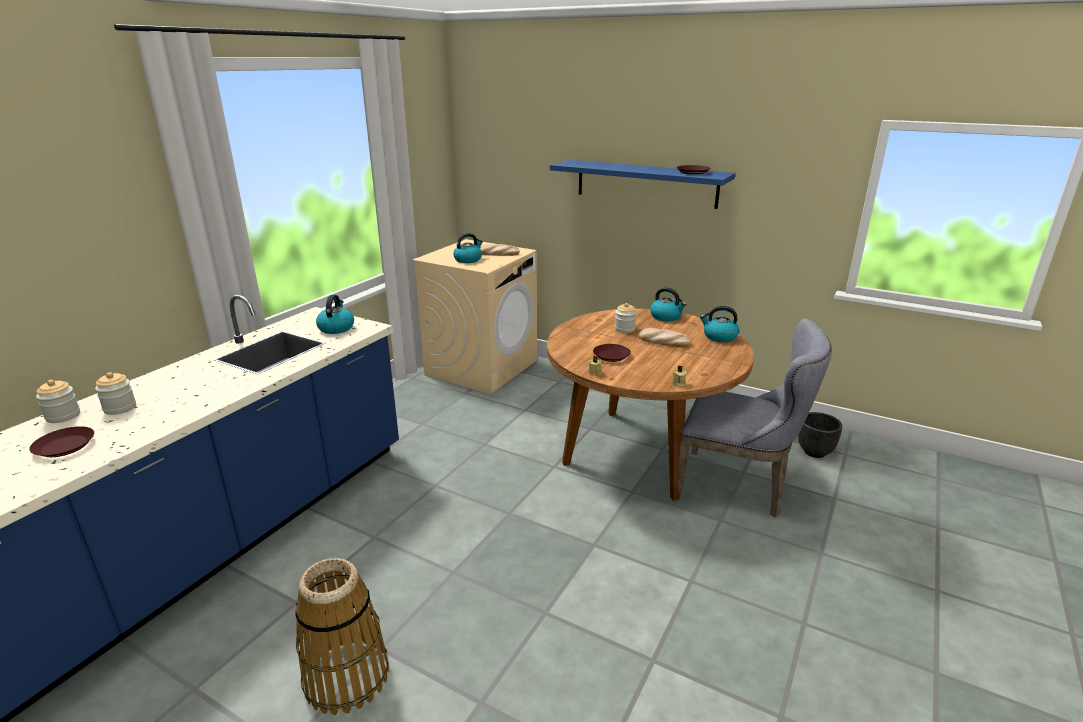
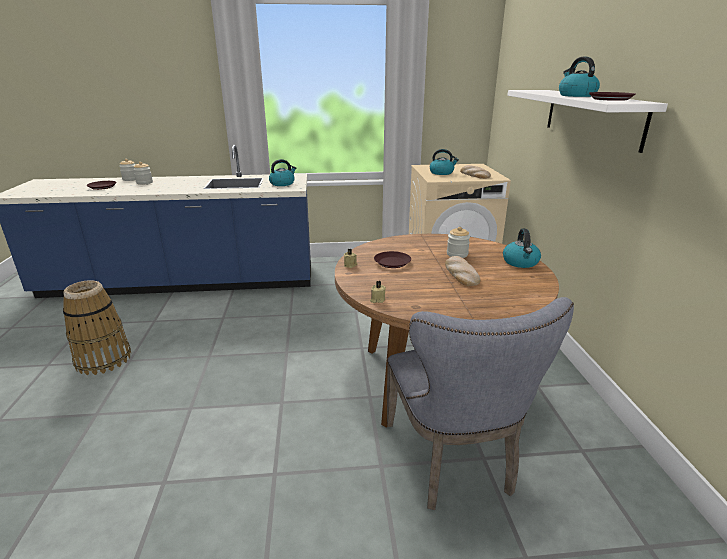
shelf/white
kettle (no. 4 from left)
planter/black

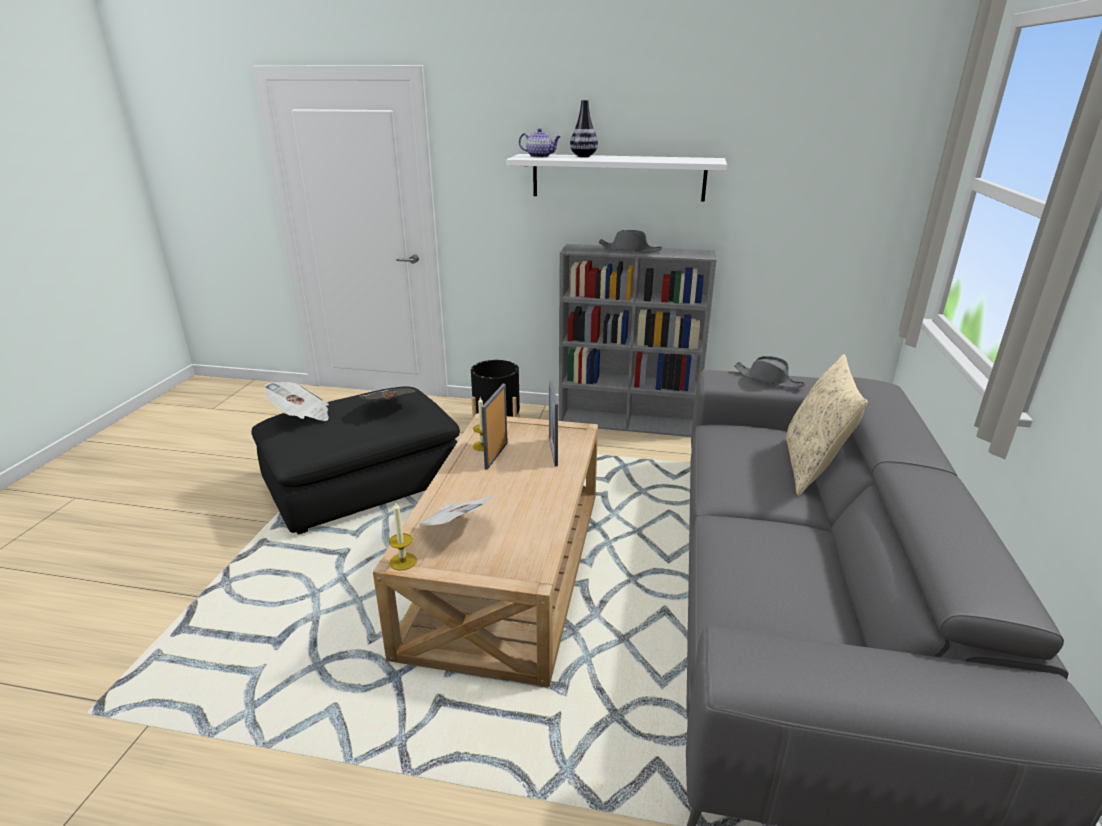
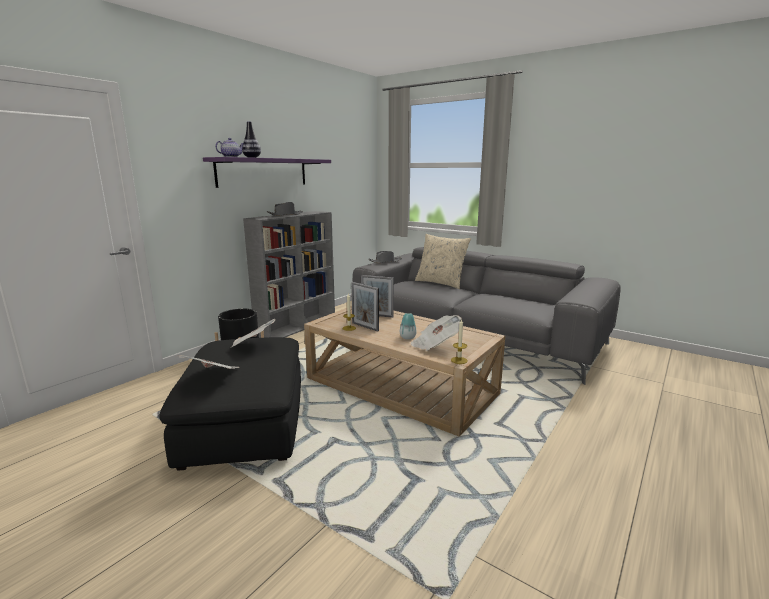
shelf/purple
vase (no. 2 from left)

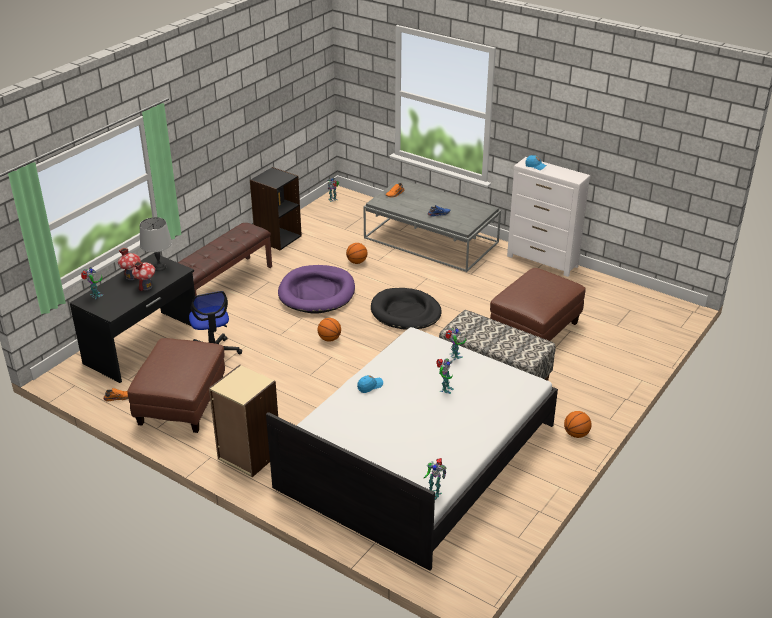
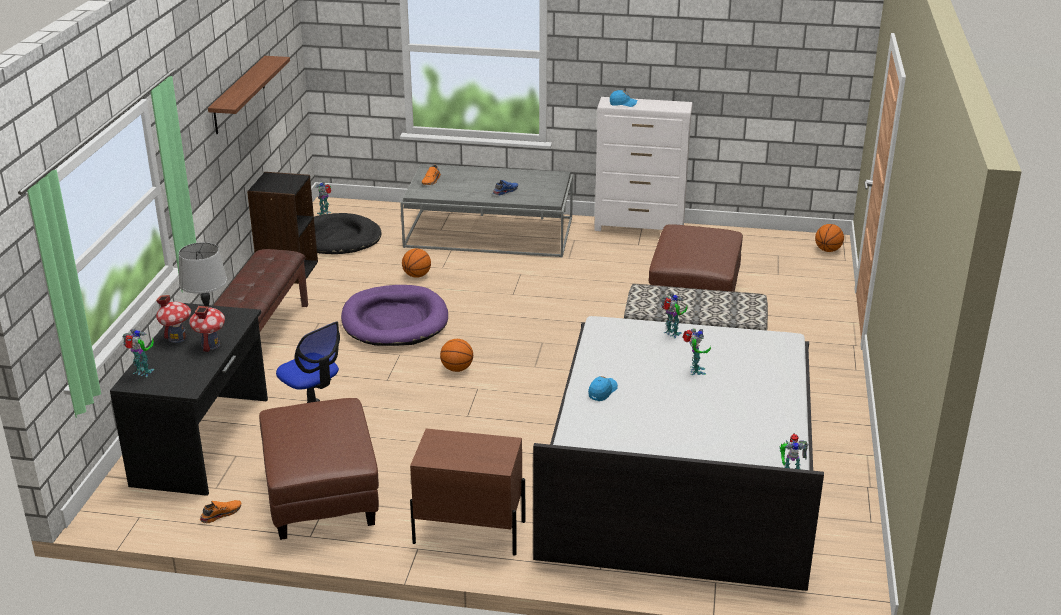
nightstand/brown
dog bed/black
basketball (no. 3 from left)
shelf

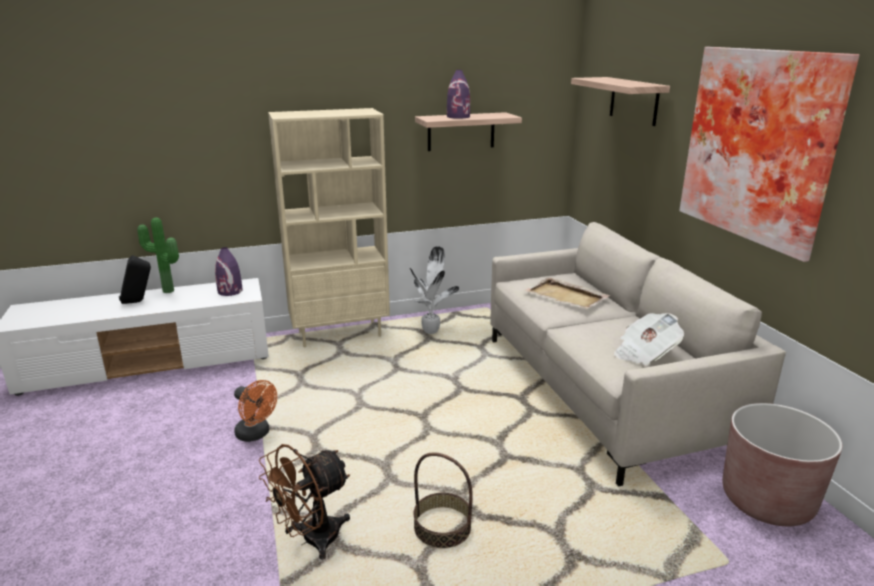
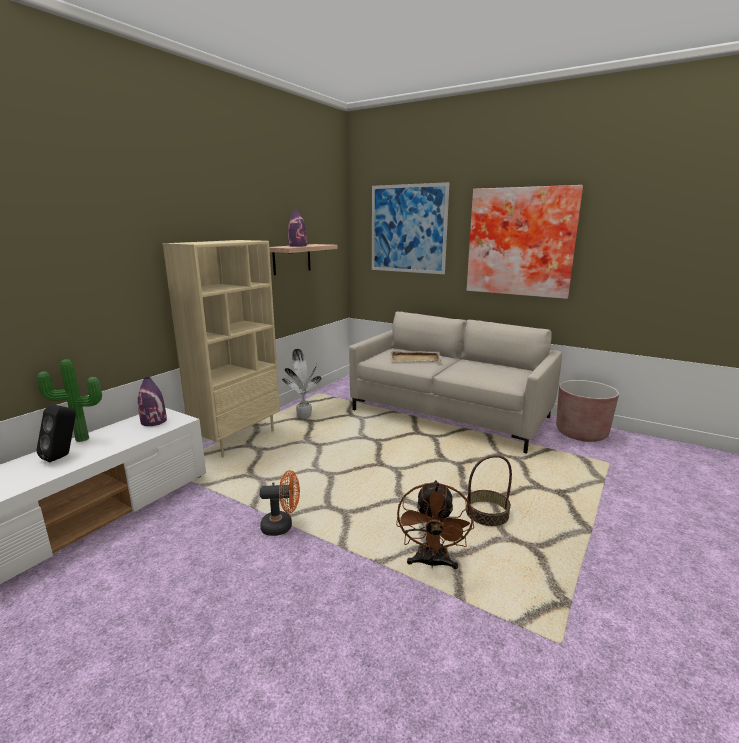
picture (no. 1 from left)
newspaper

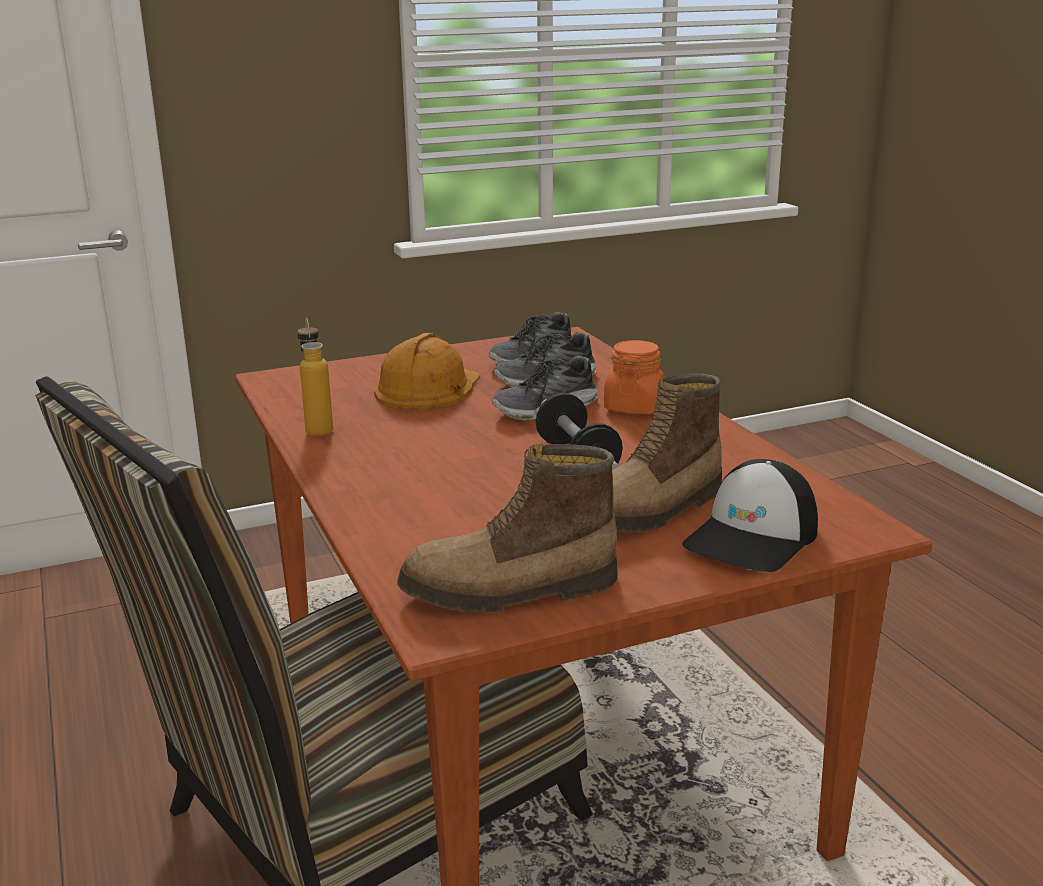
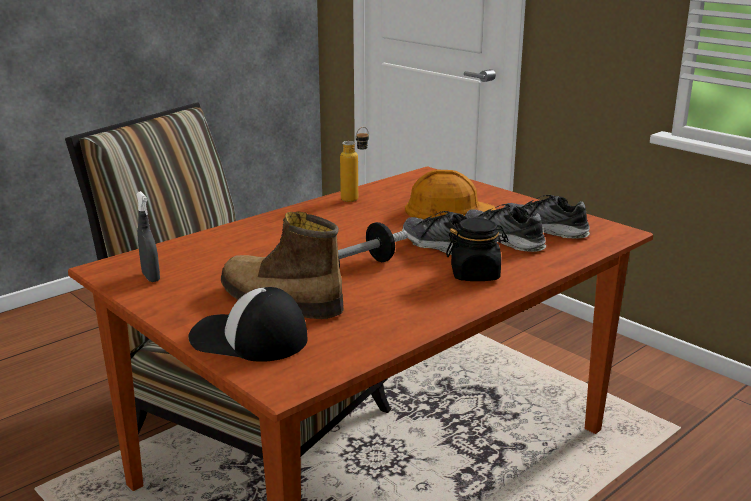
spray bottle/grey
jar/black

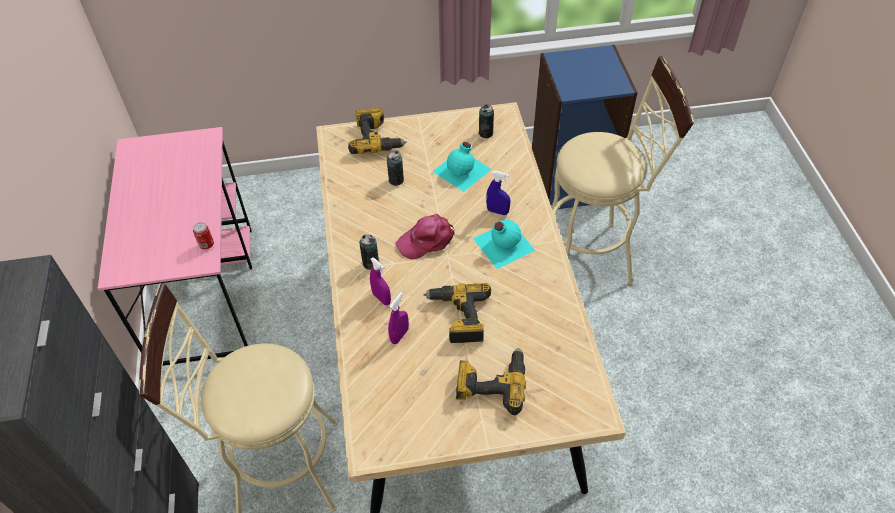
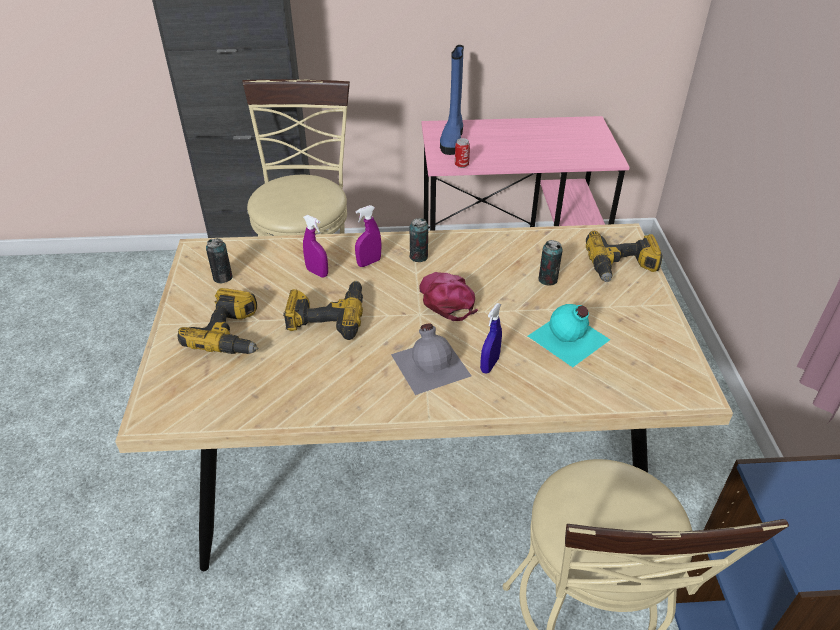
bottle/grey
can (no. 1 from left)
boot/blue

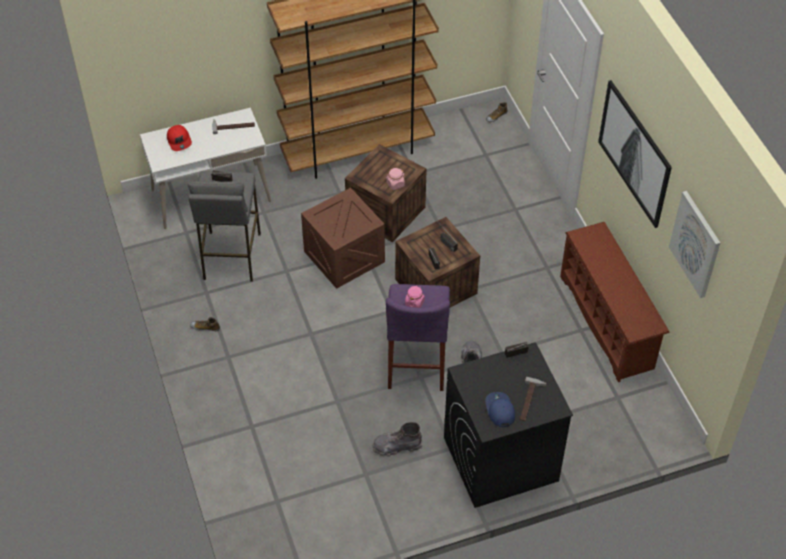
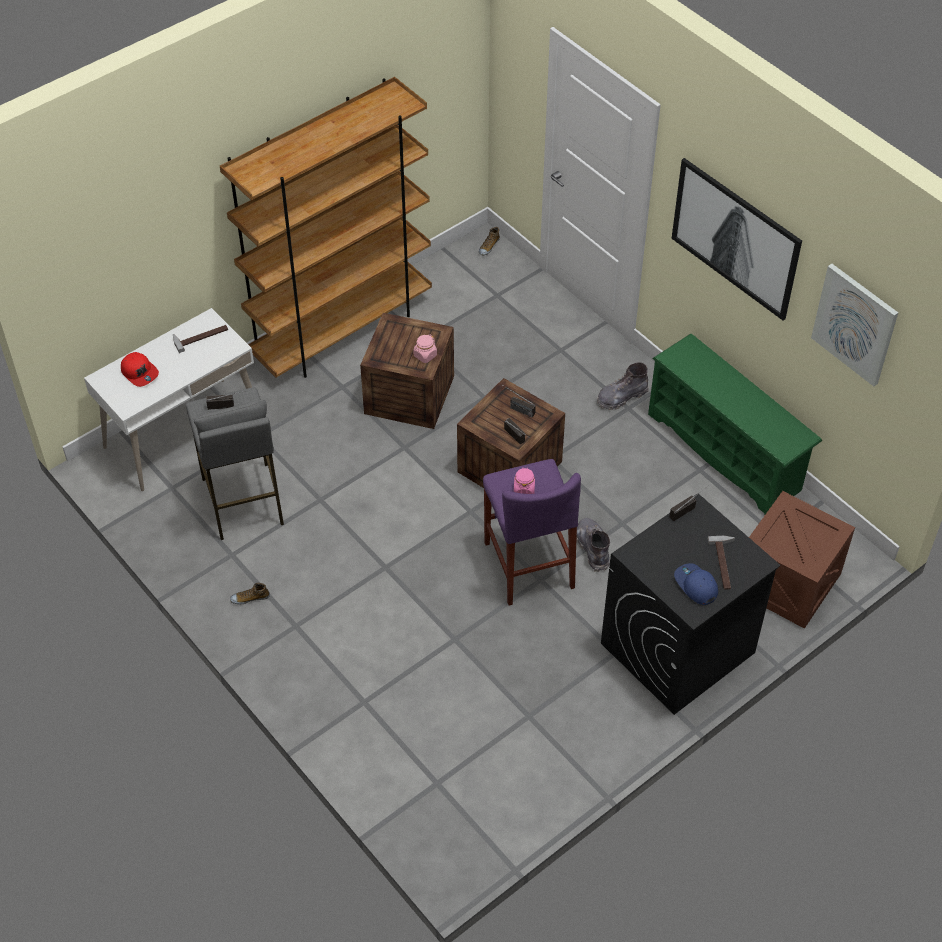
crate (no. 3 from left)
boot/grey (no. 2 from left)
shoe rack/green

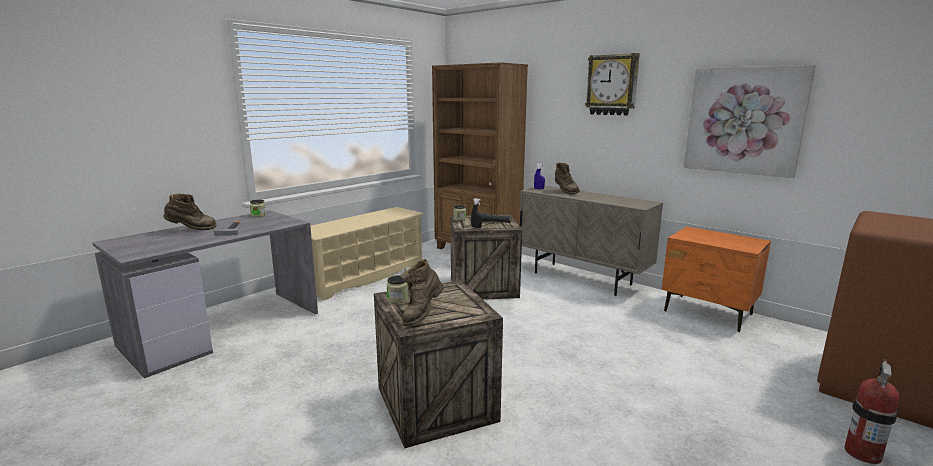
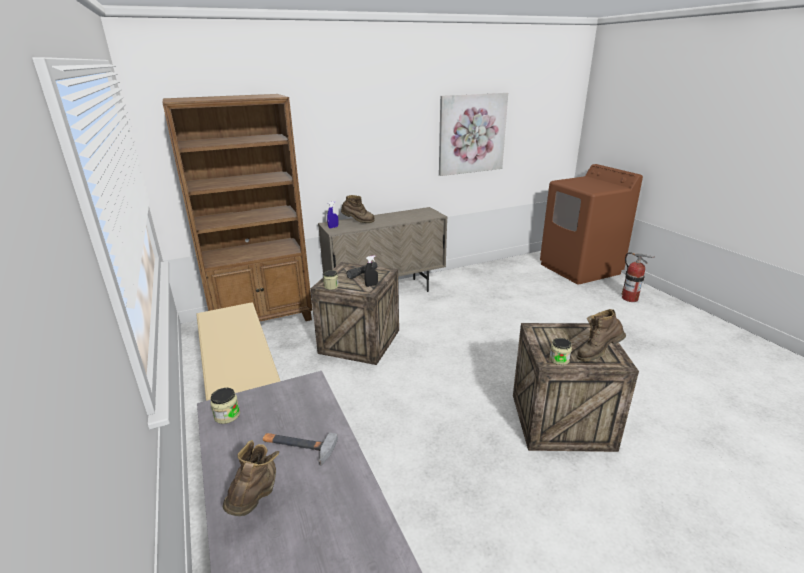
boot/brown (no. 3 from left)
wall clock
nightstand/orange

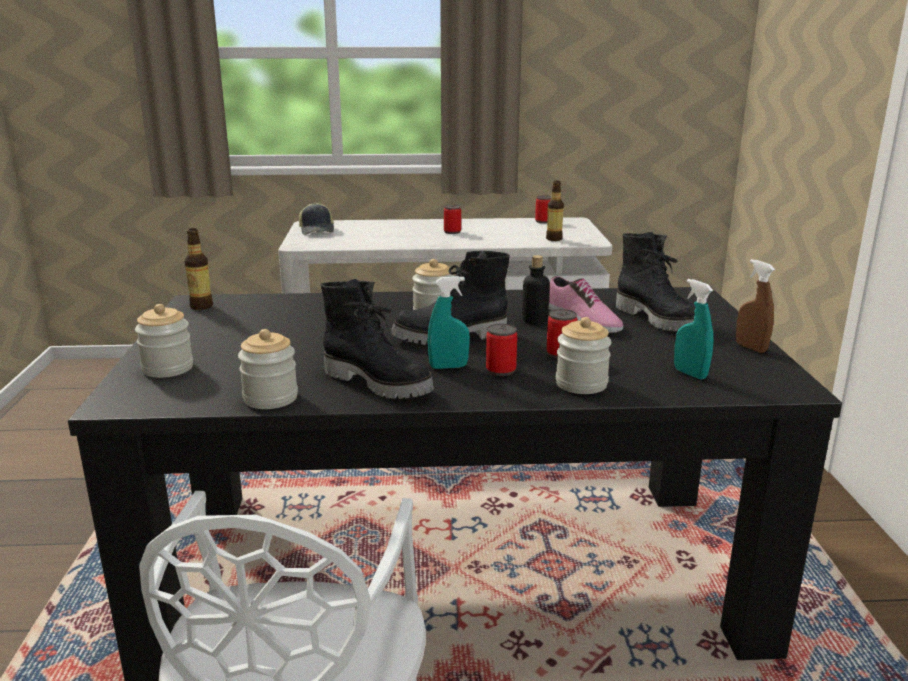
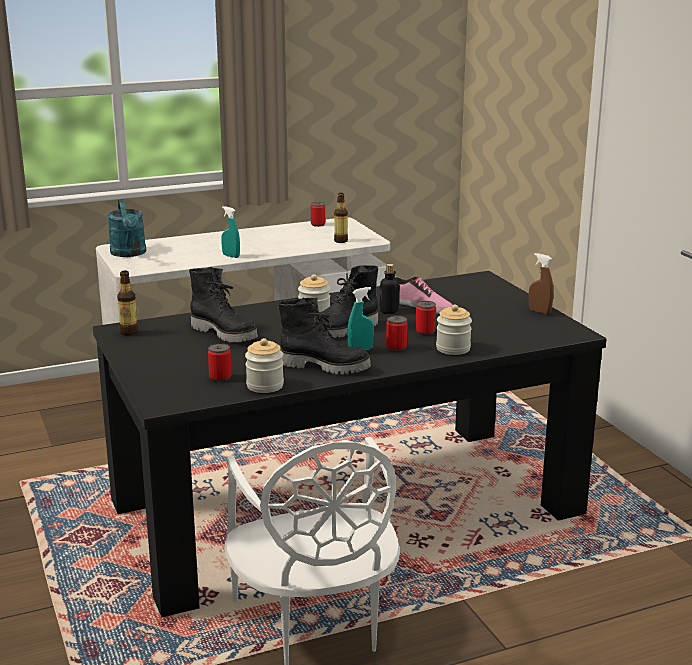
jar (no. 1 from left in the first image)
watering can/turquoise
can (no. 1 from left)
boot/black (no. 1 from left)
spray bottle/turquoise (no. 1 from left)

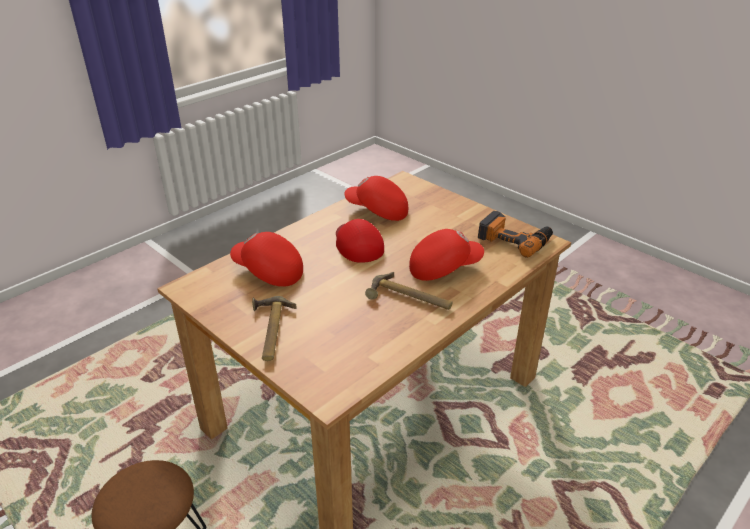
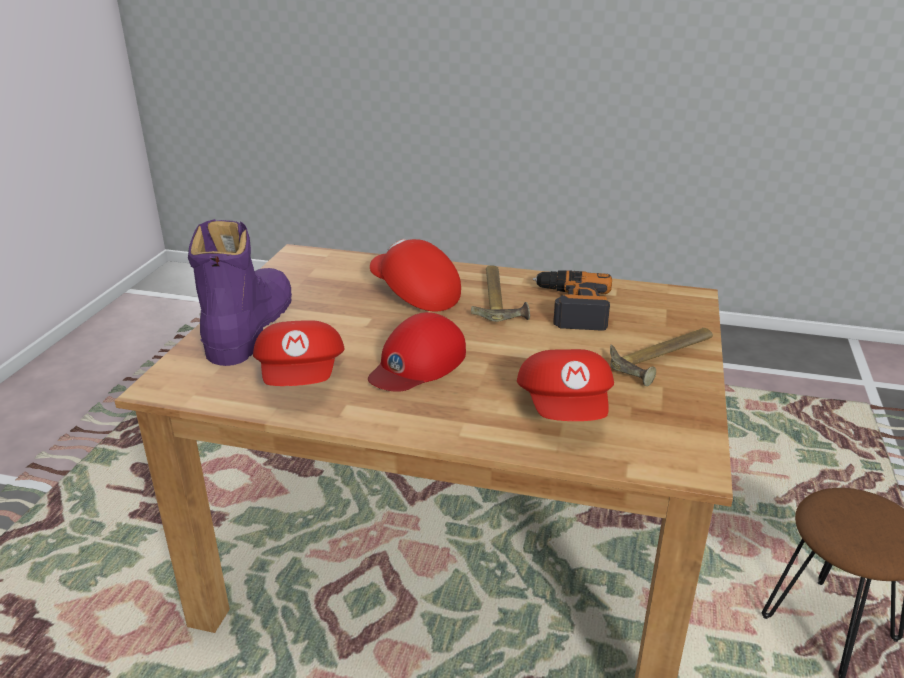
power drill
boot/purple

